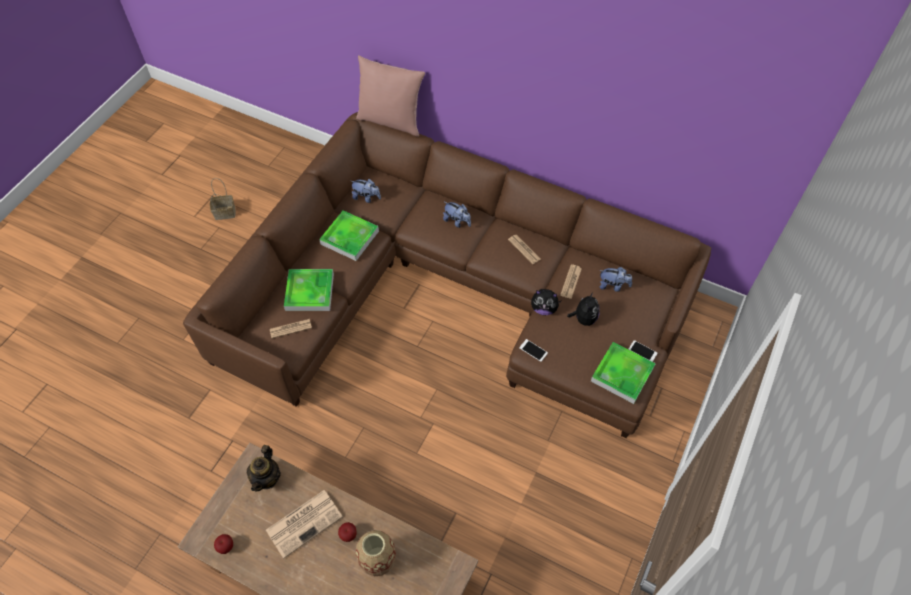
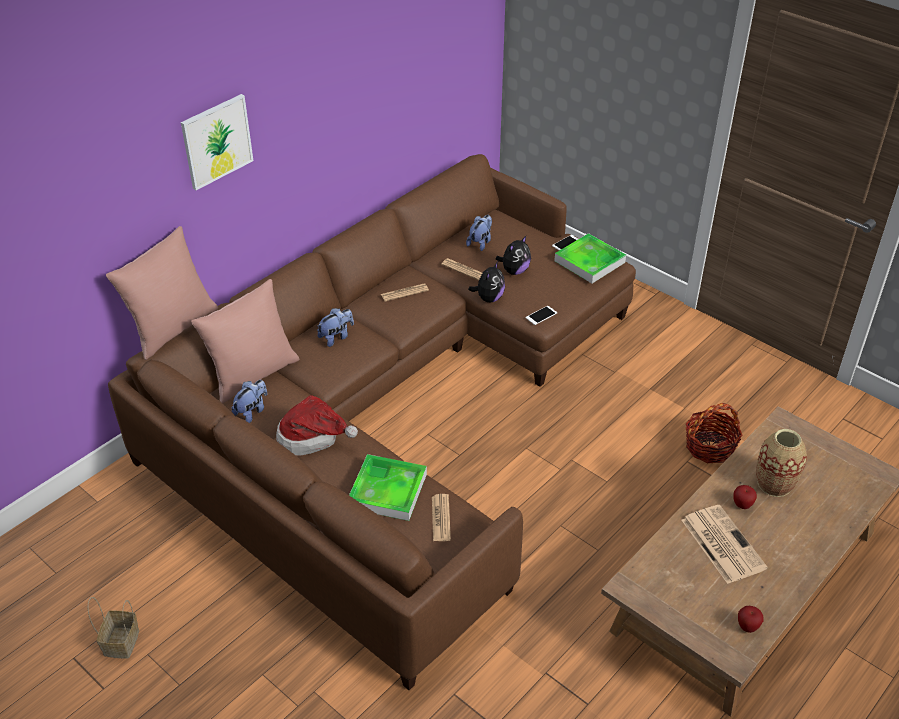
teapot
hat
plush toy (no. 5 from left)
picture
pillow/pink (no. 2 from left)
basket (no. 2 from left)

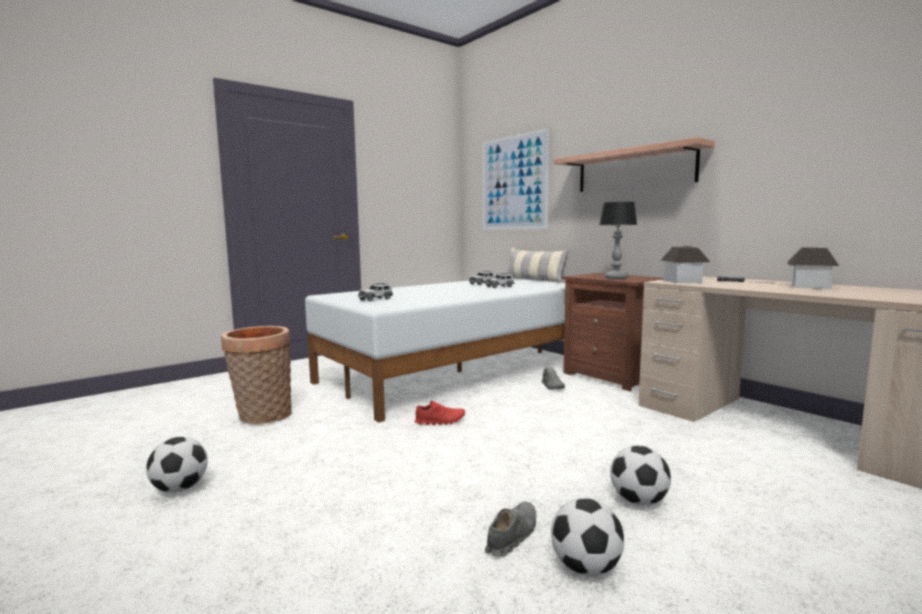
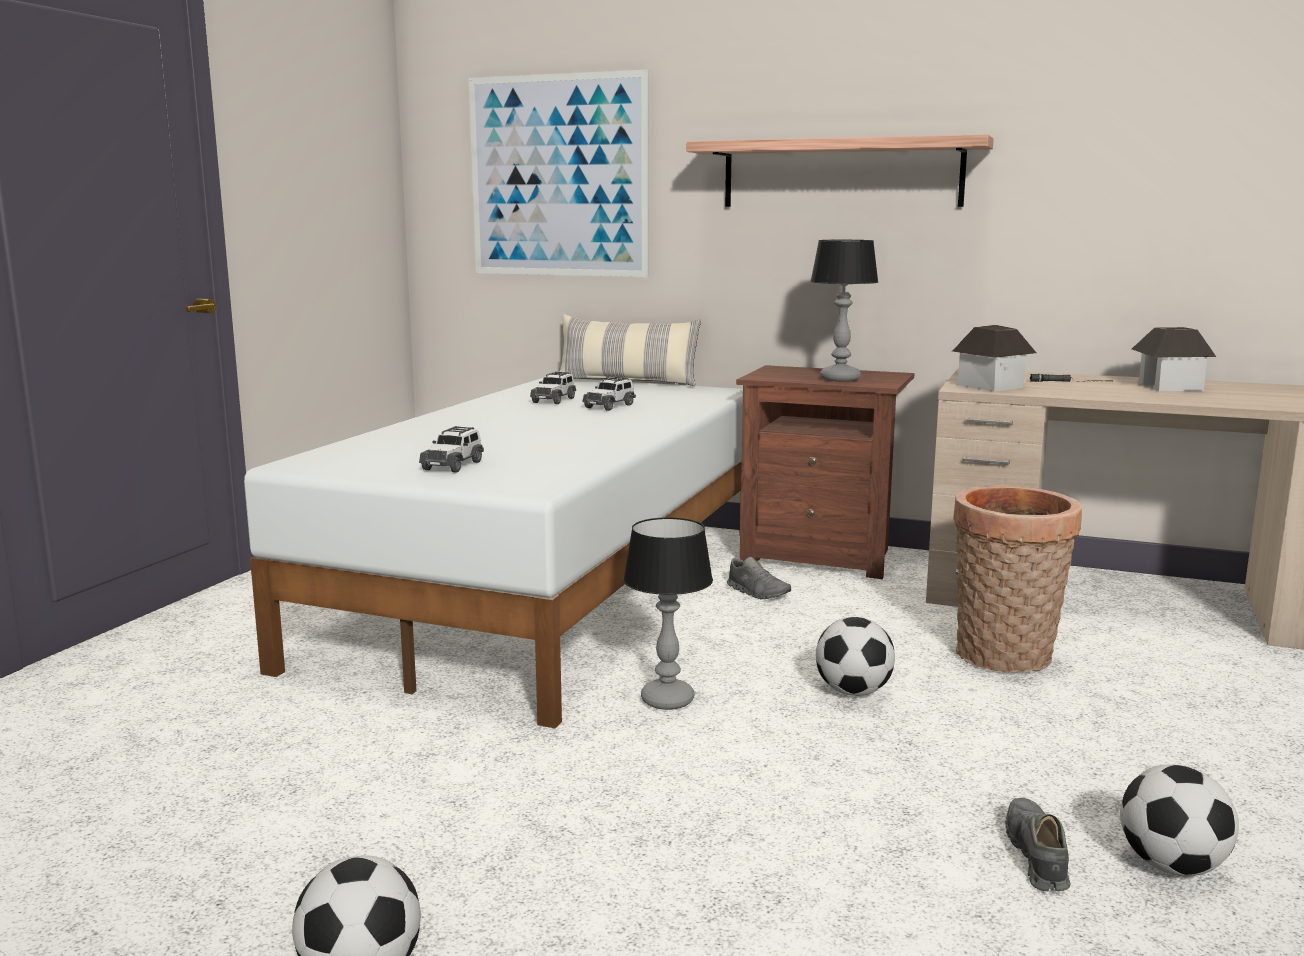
basket
table lamp (no. 1 from left)
football (no. 2 from left)

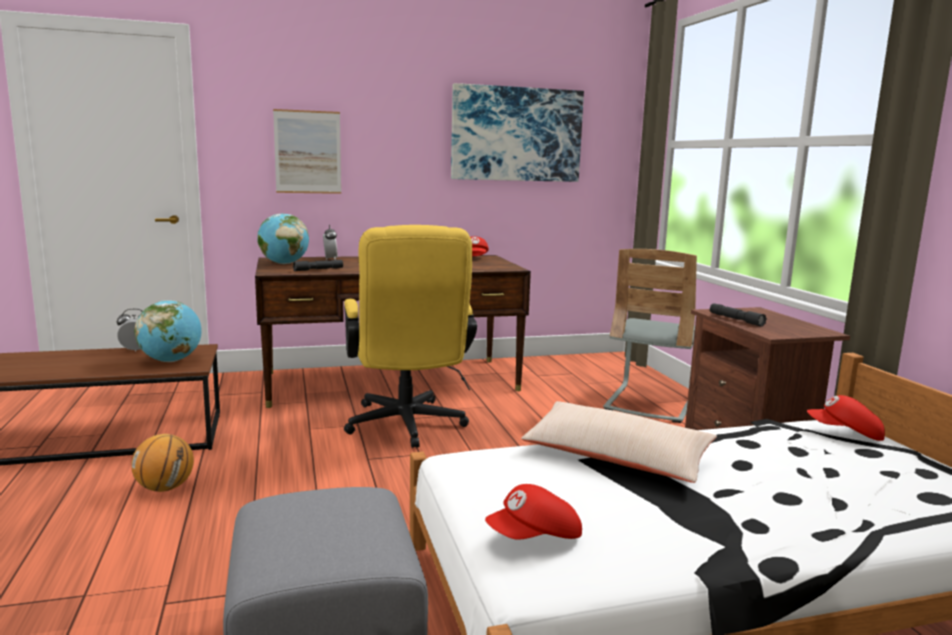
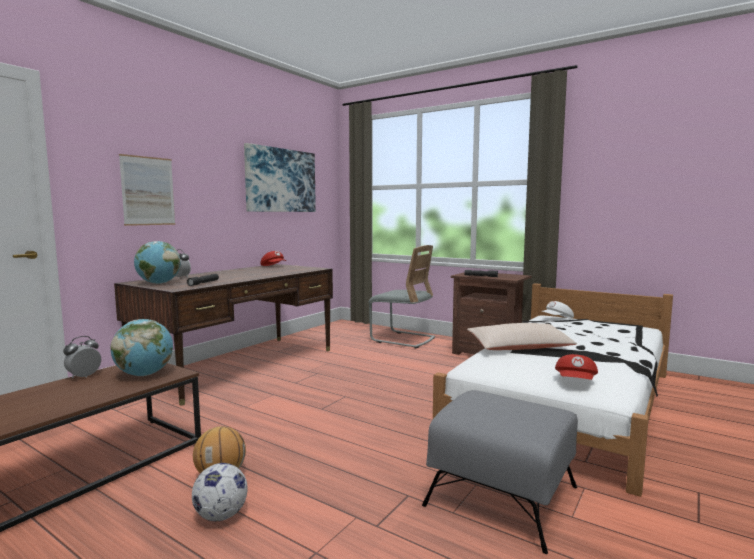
office chair/yellow
chair/grey
cap/white
football

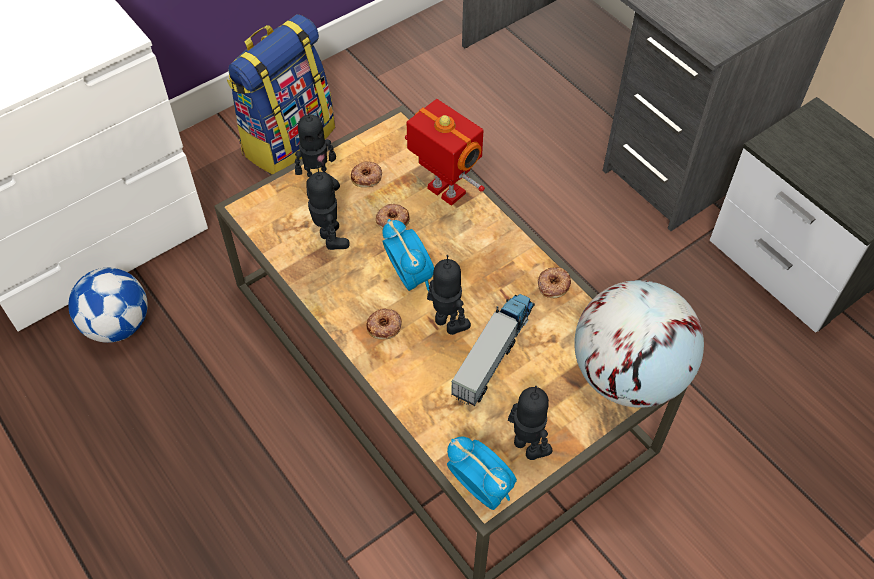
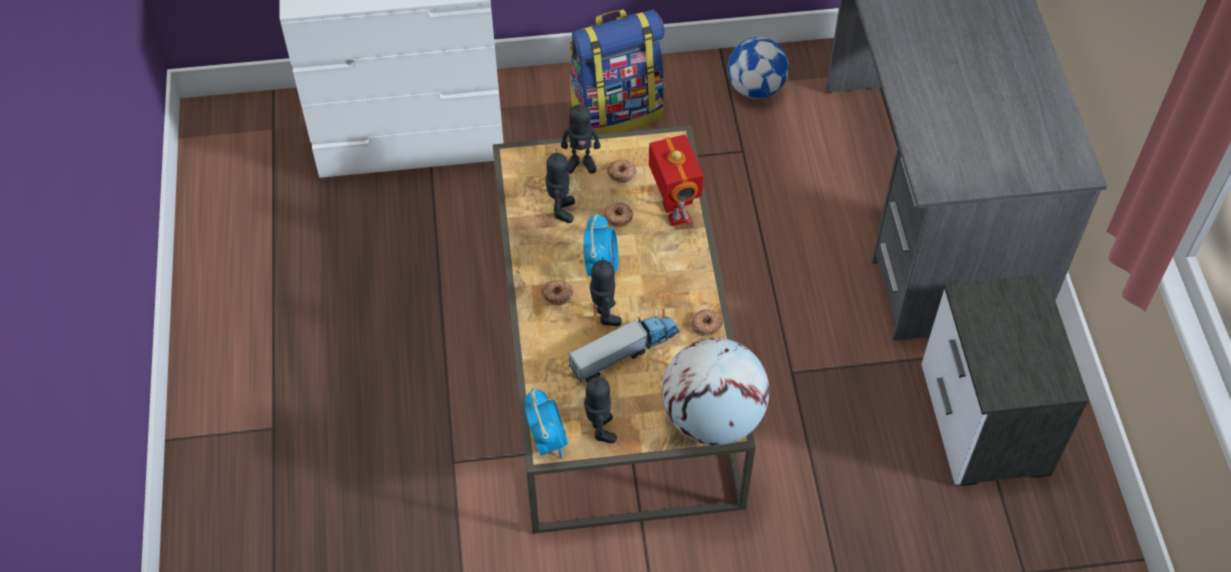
football

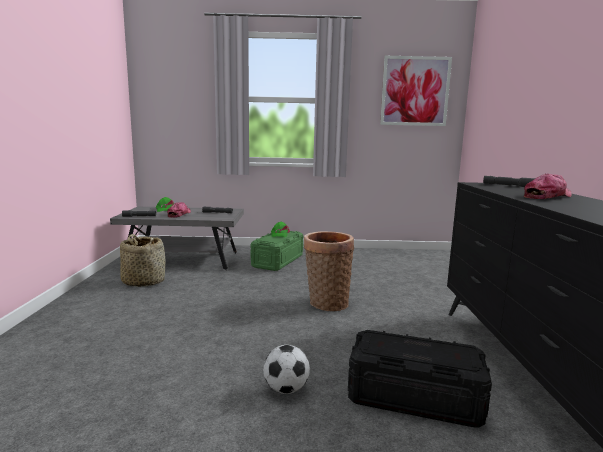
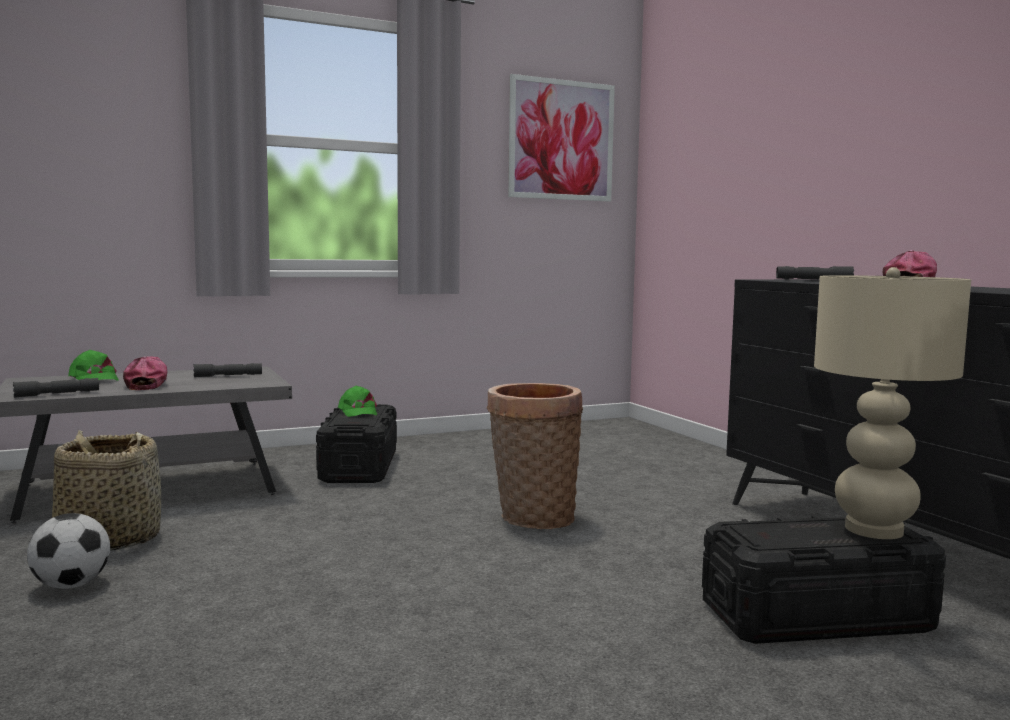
storage box/black (no. 1 from left)
football
table lamp/beige

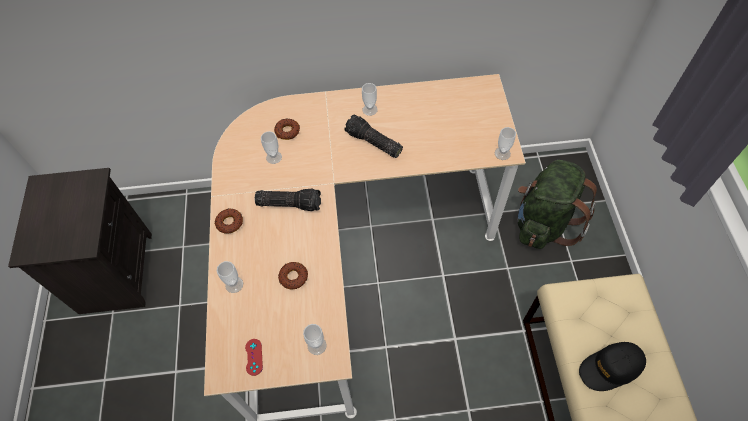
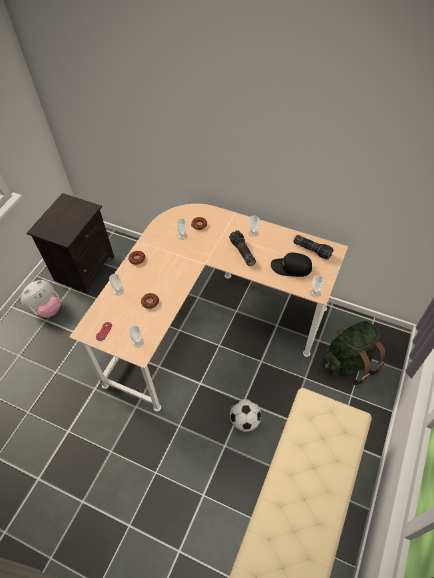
flashlight (no. 2 from left)
cap/black
plush toy
football

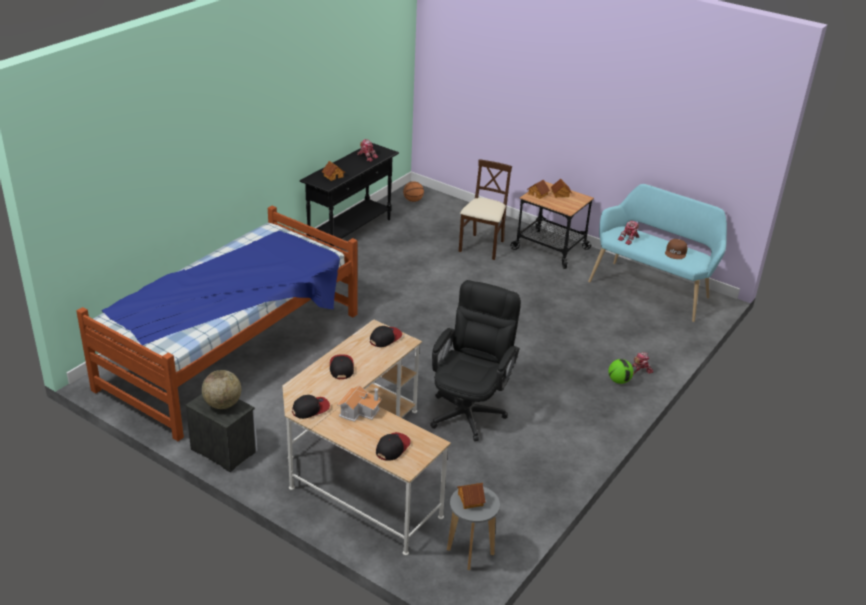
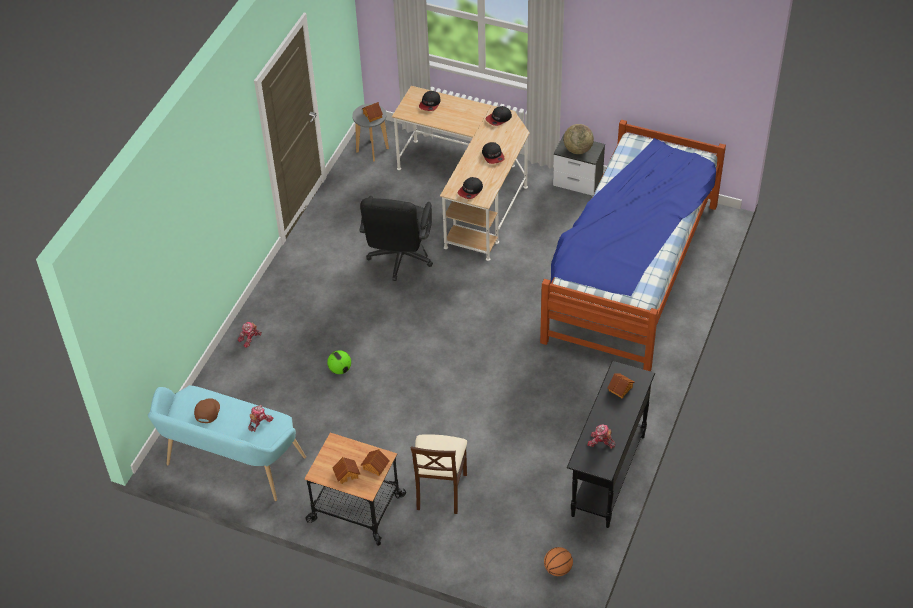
toy house (no. 2 from left in the first image)
football

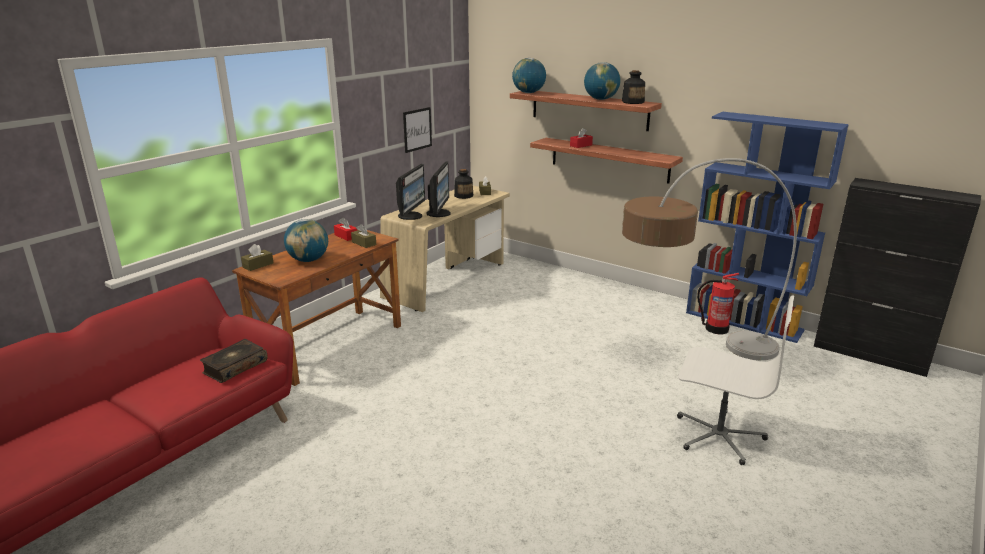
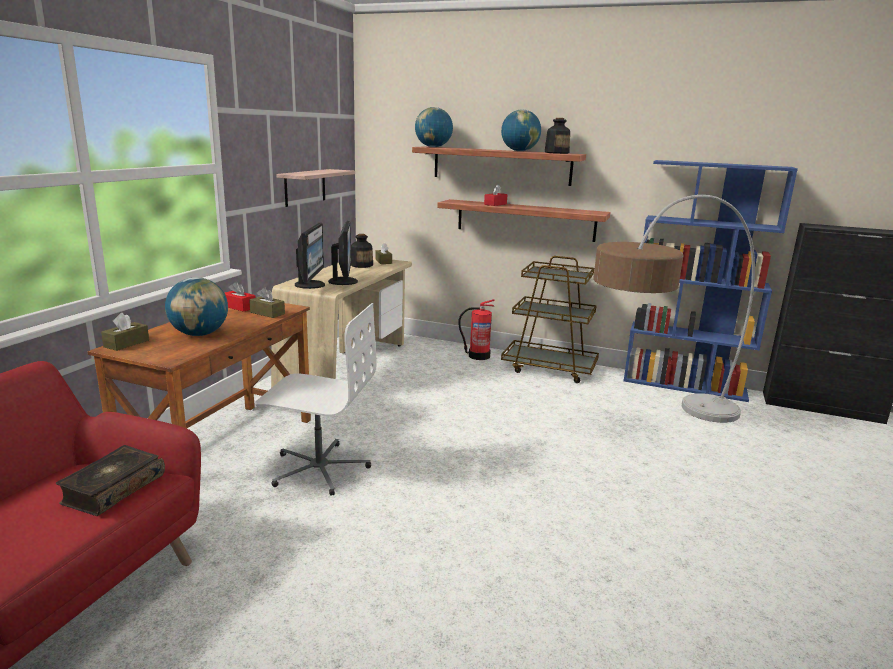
shelf (no. 1 from left)
office chair/white
fire extinguisher
cart/brown

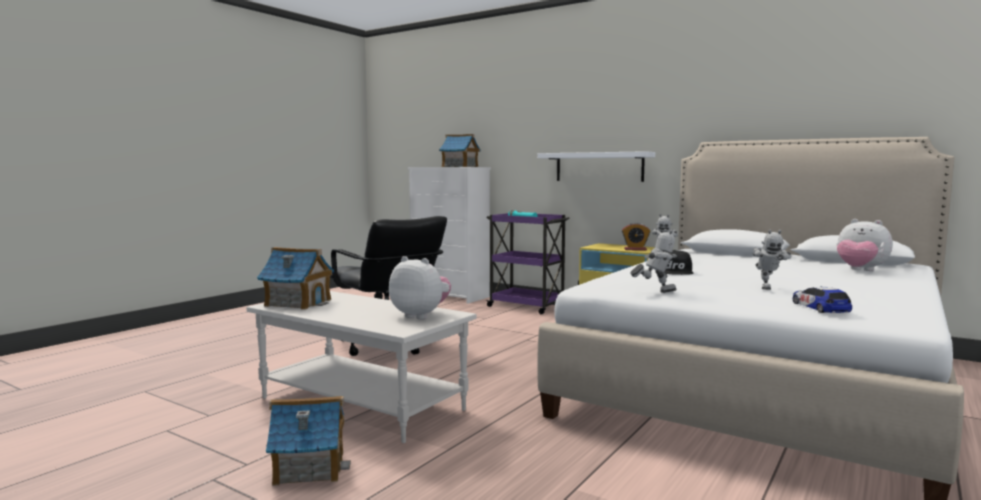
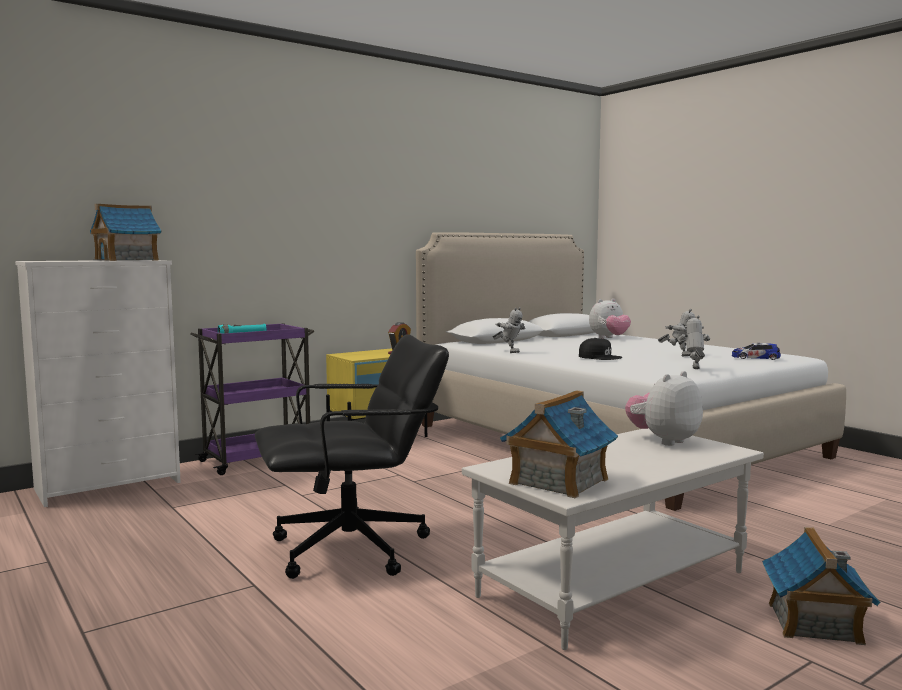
shelf/white

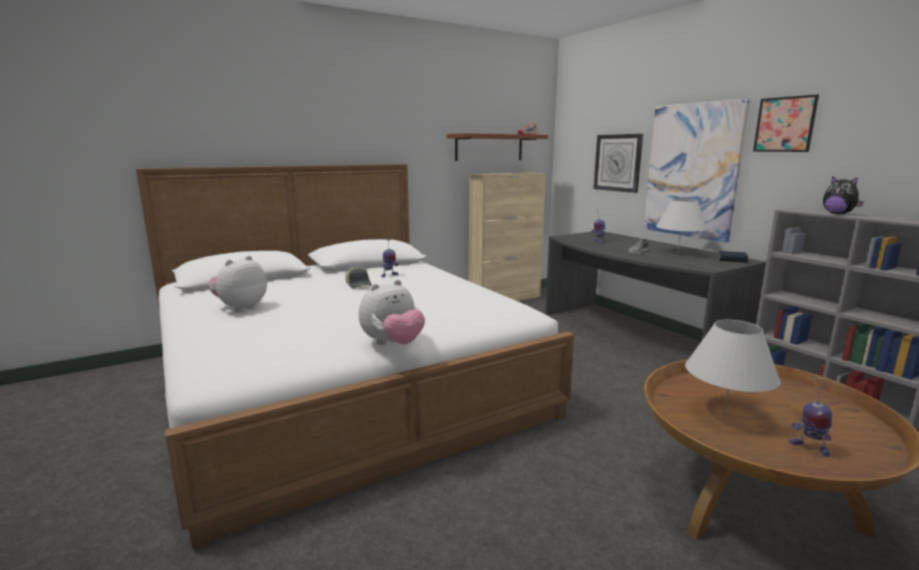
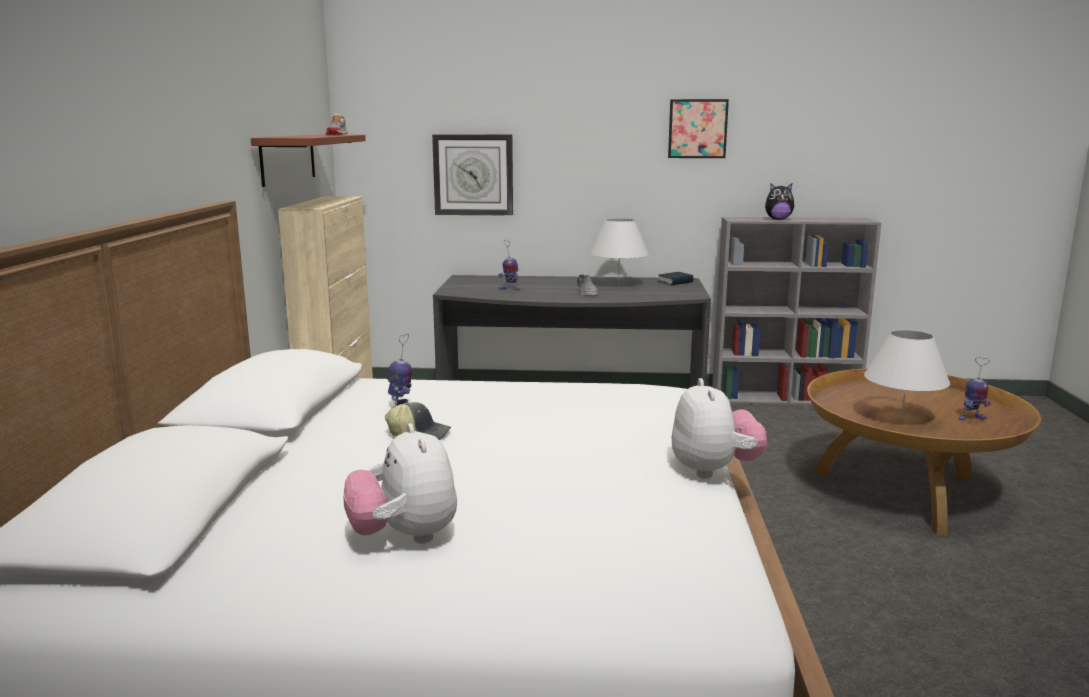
picture (no. 1 from left in the first image)

